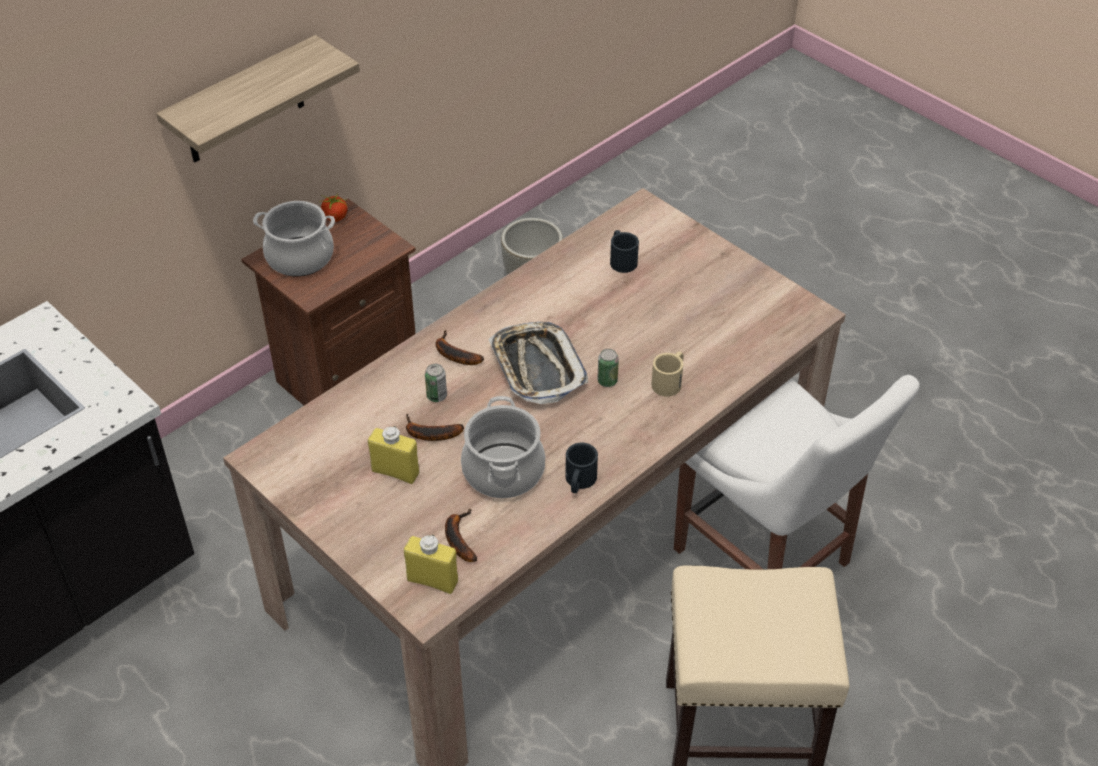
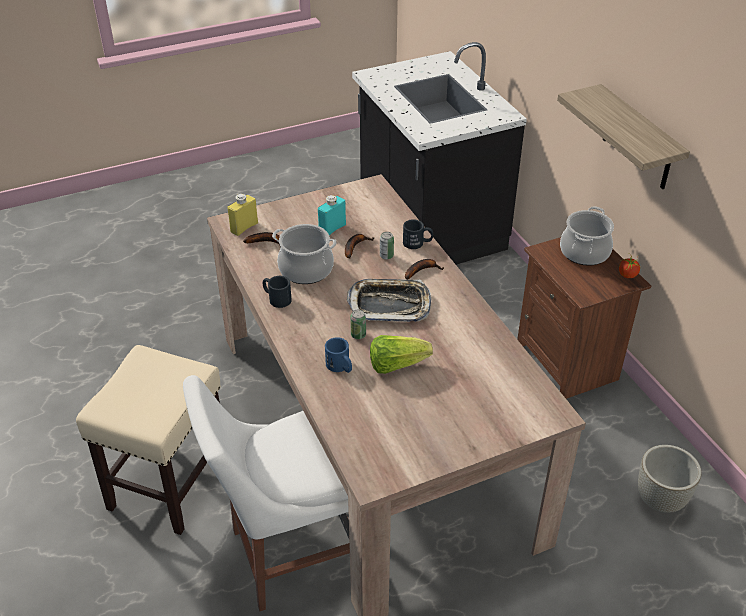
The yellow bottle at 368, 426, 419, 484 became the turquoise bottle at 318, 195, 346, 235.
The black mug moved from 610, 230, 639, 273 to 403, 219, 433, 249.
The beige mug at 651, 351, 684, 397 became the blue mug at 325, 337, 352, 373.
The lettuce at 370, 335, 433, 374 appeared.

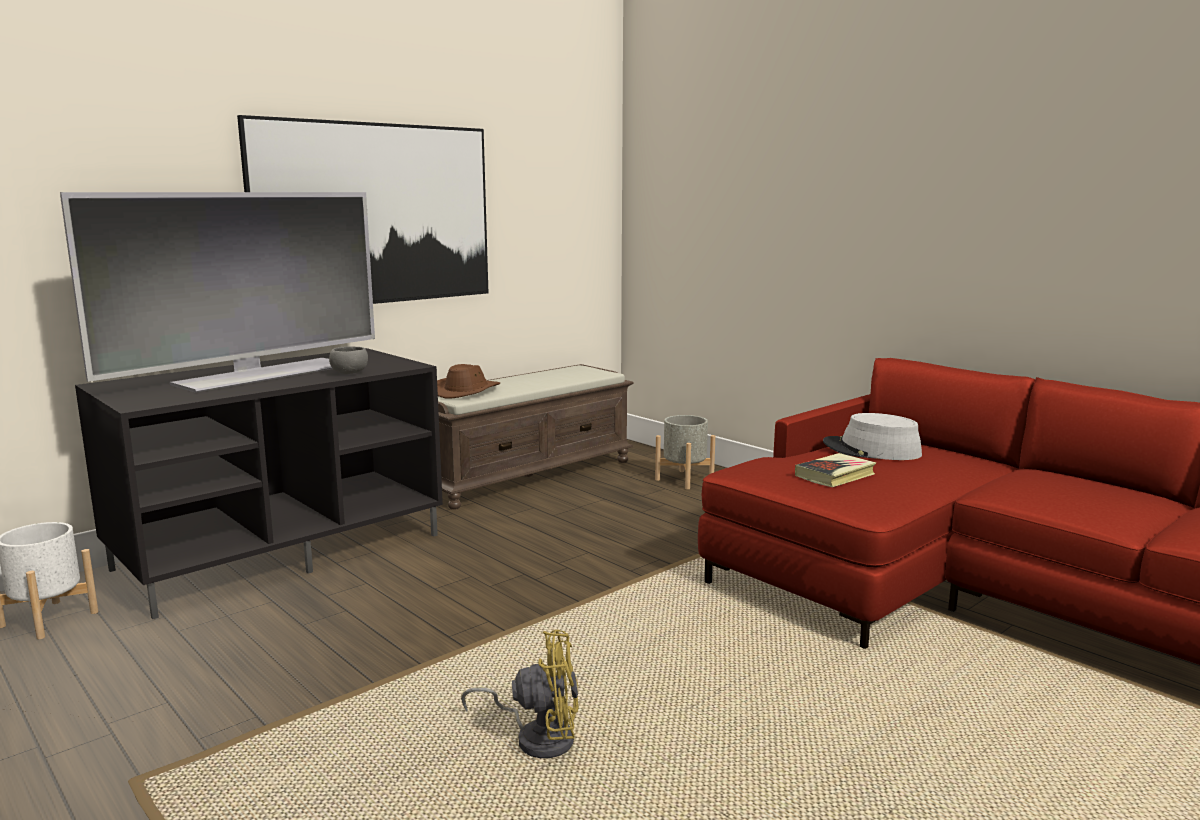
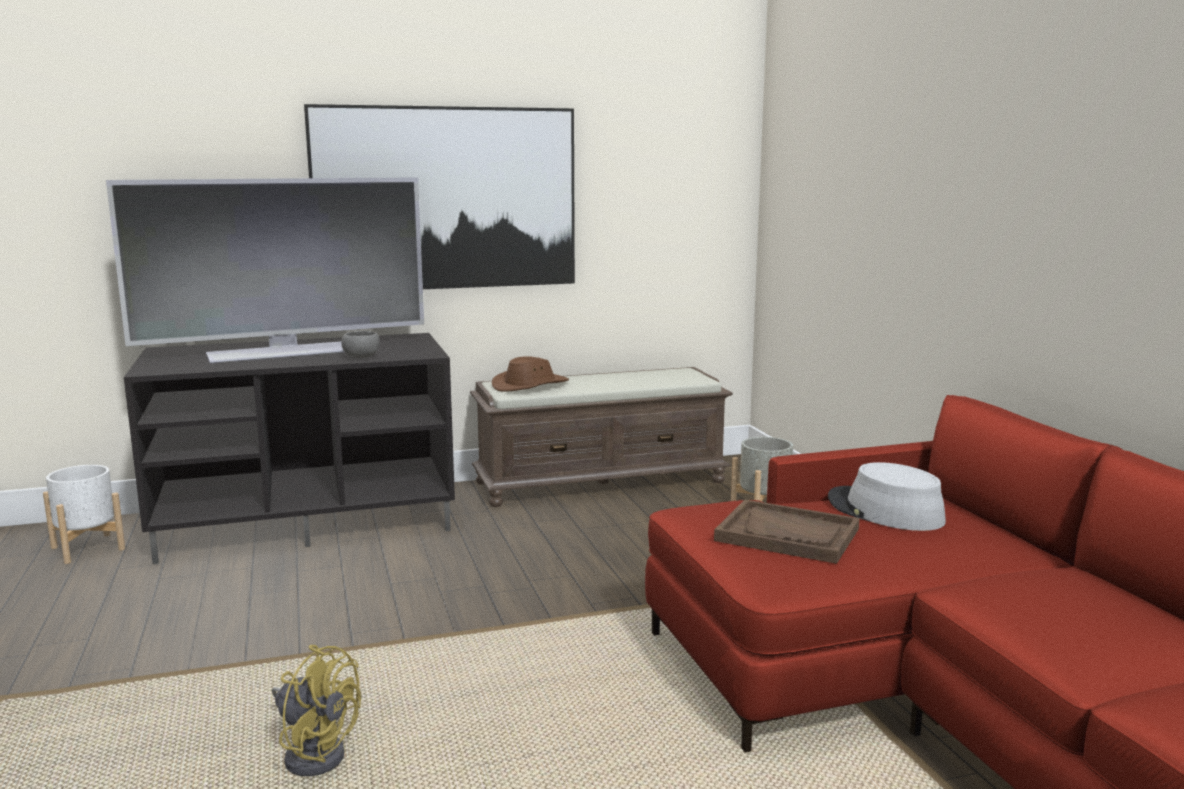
The book at 795, 453, 876, 487 was replaced by the brown tray at 714, 500, 860, 564.

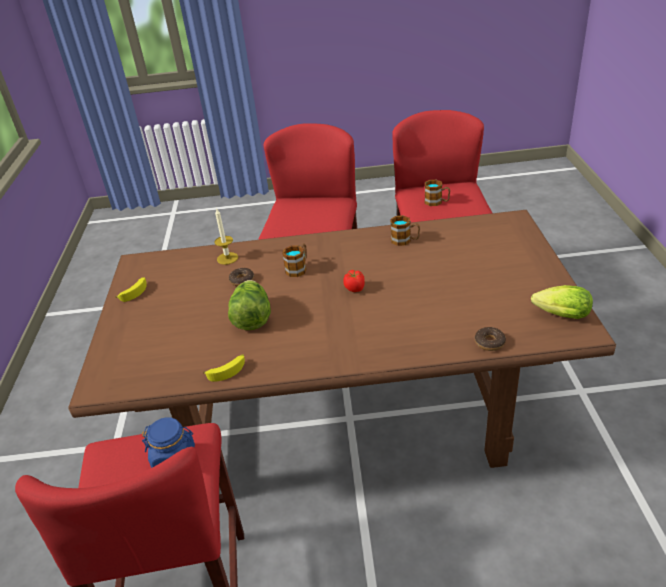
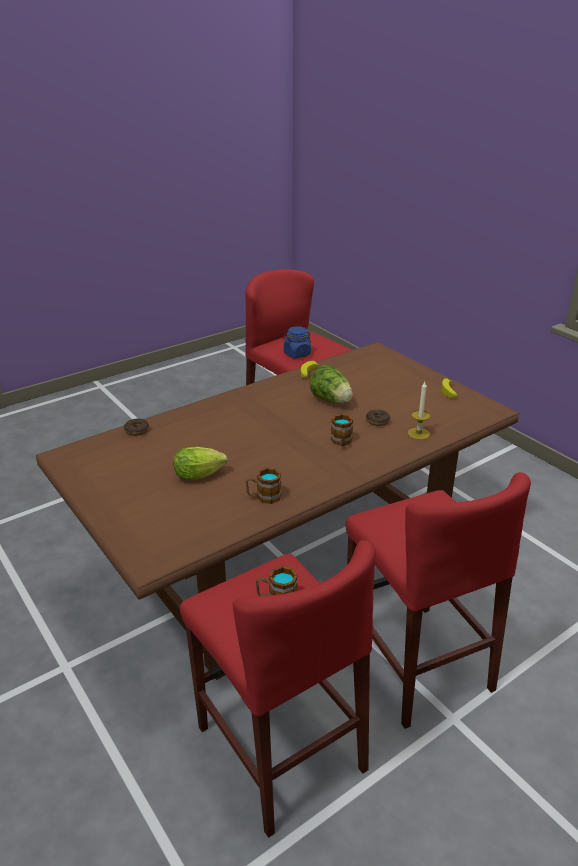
The tomato at 344, 270, 365, 292 disappeared.
The lettuce moved from 531, 285, 593, 319 to 173, 447, 228, 480.

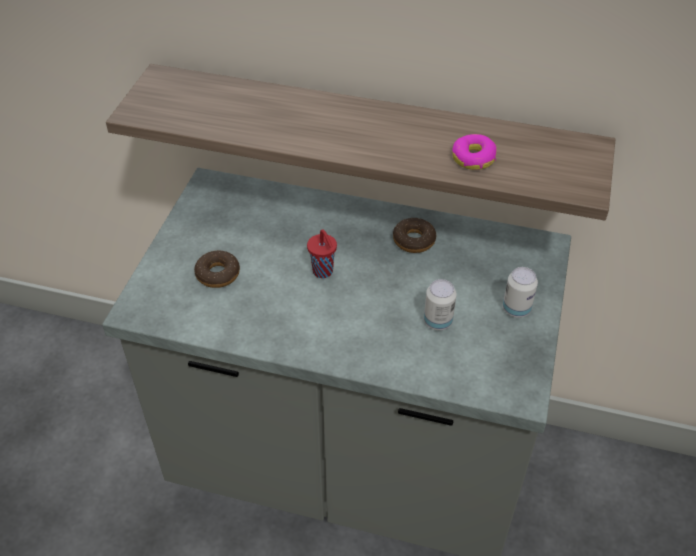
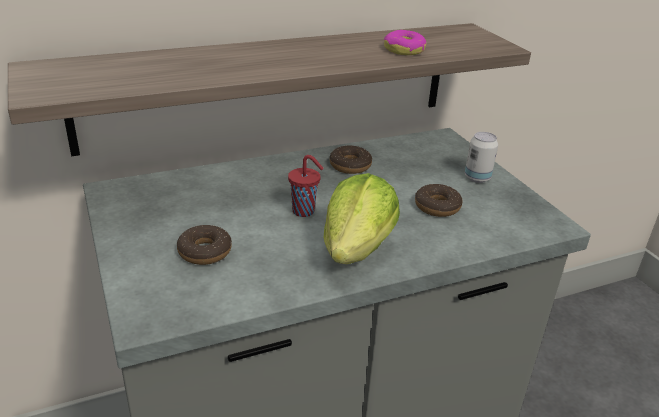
The can at 424, 279, 457, 330 was replaced by the donut at 415, 184, 463, 217.
The lettuce at 324, 173, 400, 264 appeared.

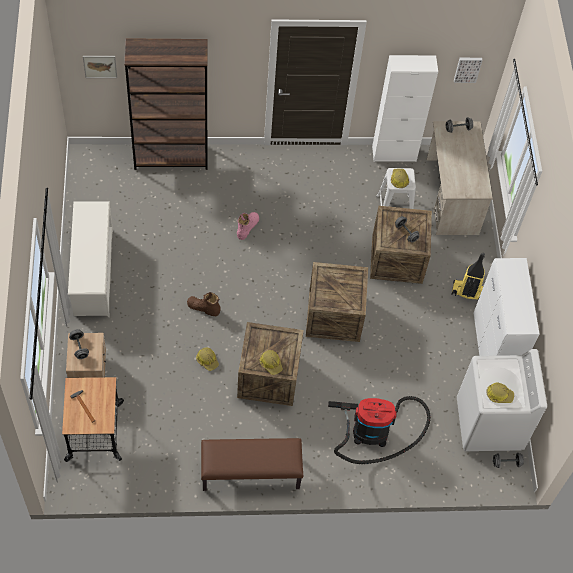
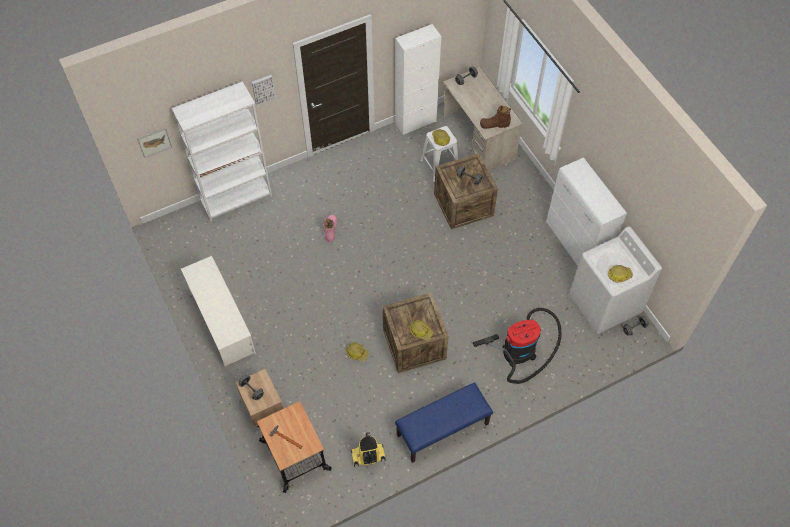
The brown bookcase at 124, 38, 208, 170 became the white bookcase at 172, 81, 272, 222.
The brown boot moved from 187, 292, 221, 316 to 480, 106, 511, 129.
The brown bench at 201, 438, 303, 491 became the blue bench at 395, 382, 493, 463.
The crate at 306, 262, 368, 342 disappeared.
The vacuum cleaner moved from 452, 253, 485, 300 to 351, 432, 385, 467.
The picture moved from 454, 58, 482, 83 to 252, 75, 276, 105.

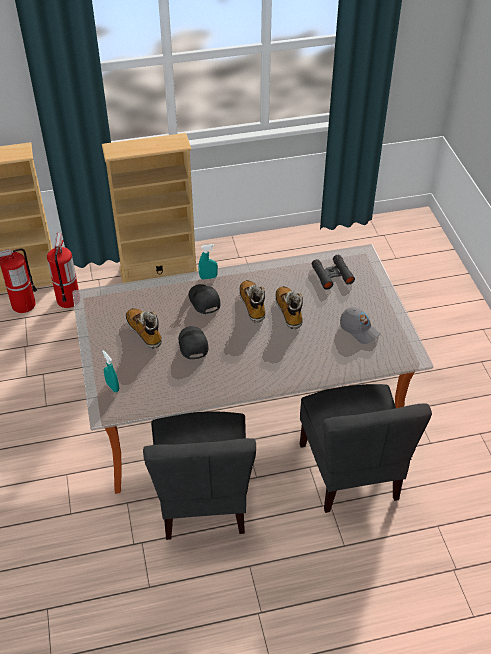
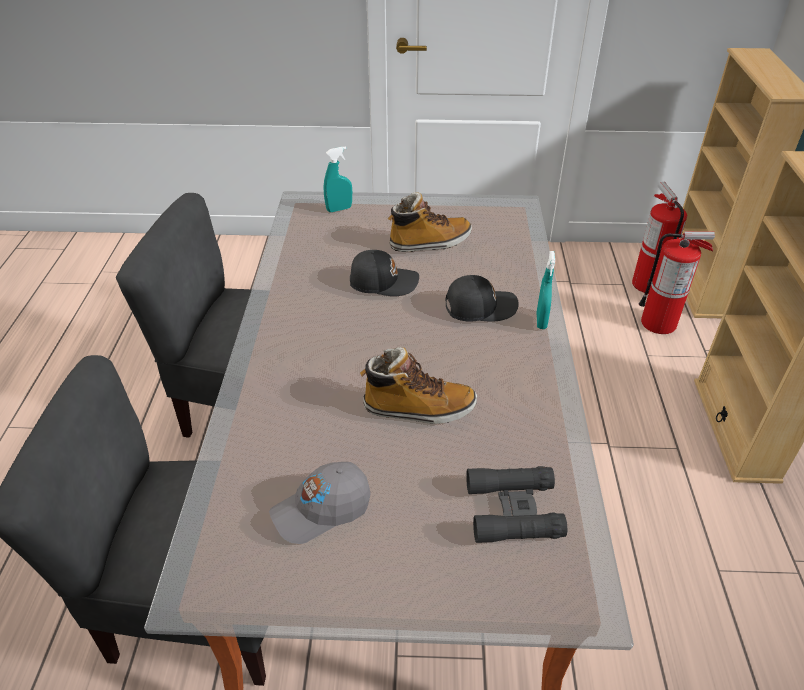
The boot at 239, 280, 265, 323 disappeared.

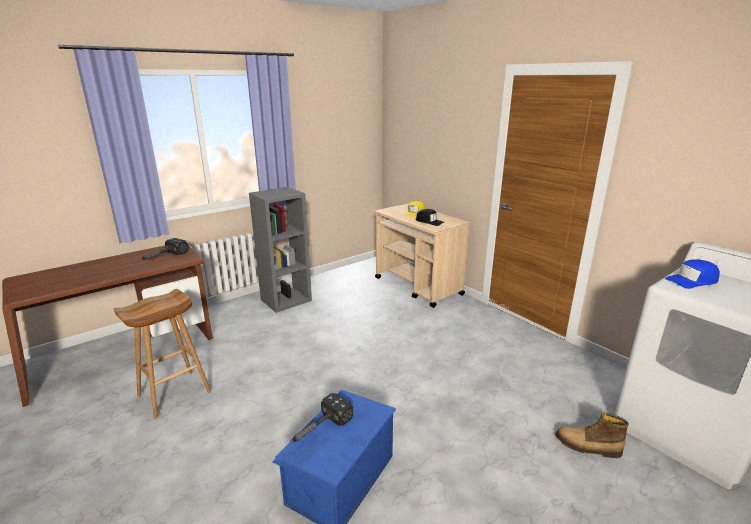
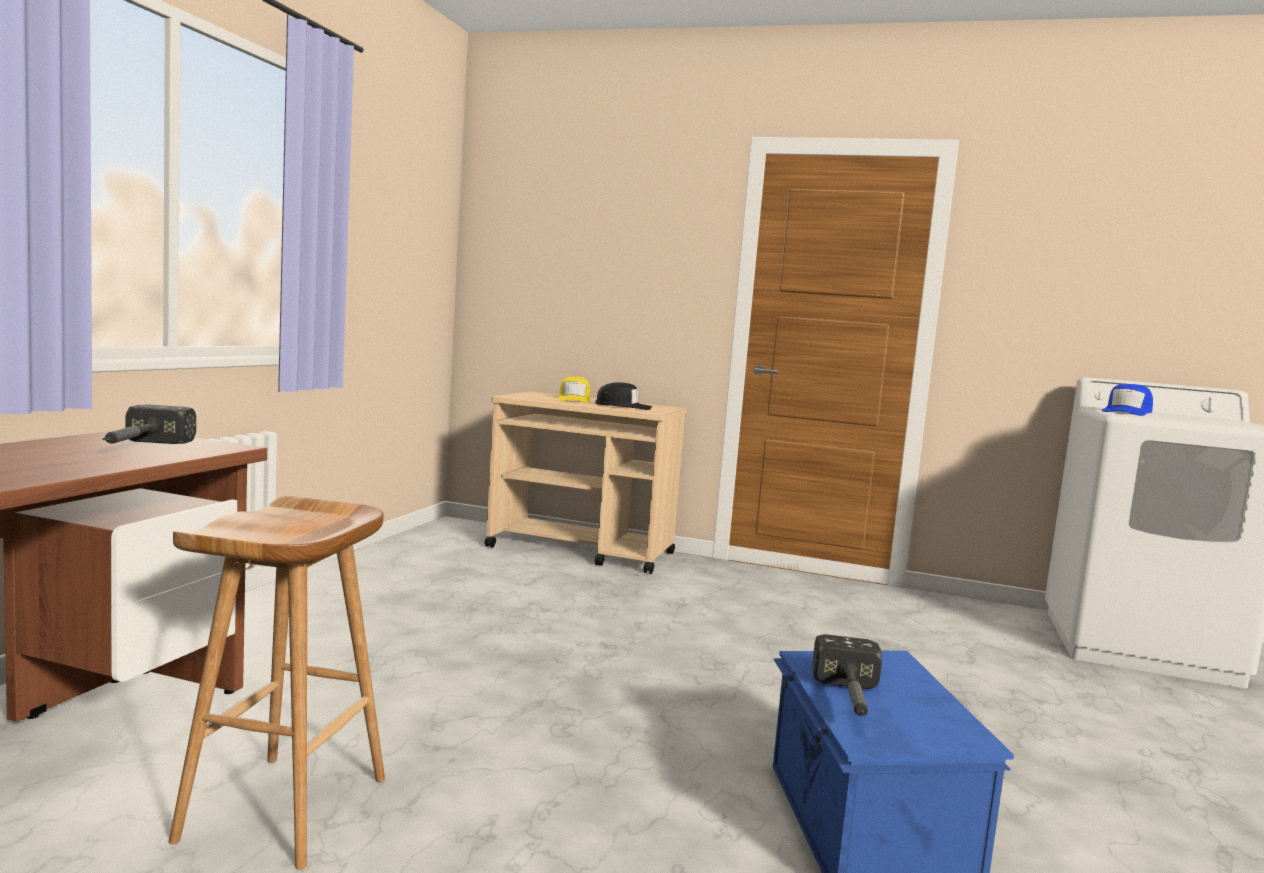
The grey bookcase at 249, 187, 312, 313 disappeared.
The boot at 555, 413, 629, 458 disappeared.

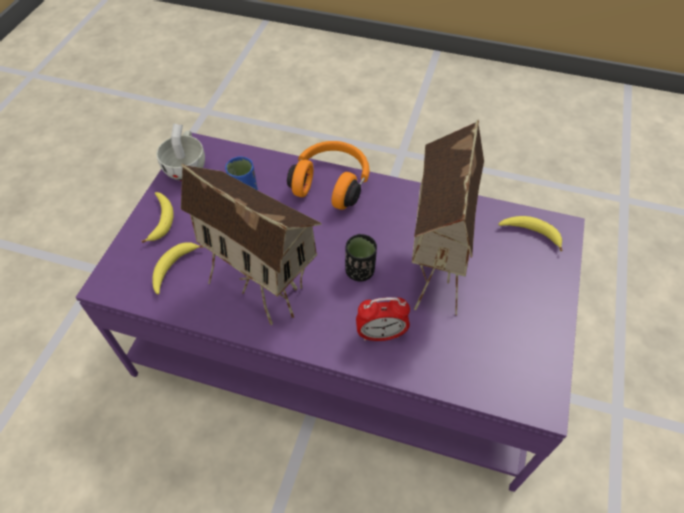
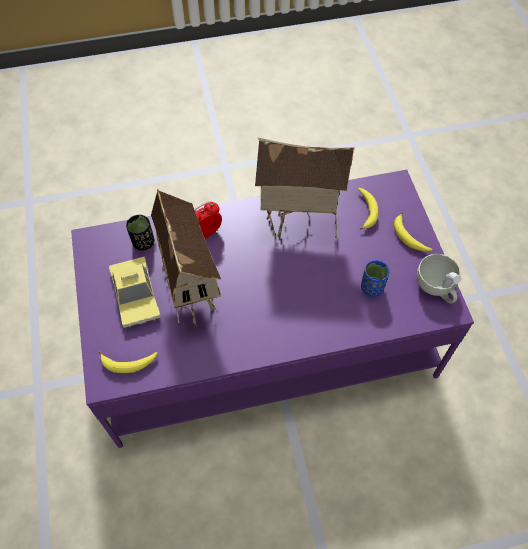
The orange headphones at 287, 141, 370, 210 disappeared.
The black cup moved from 345, 234, 377, 282 to 126, 215, 154, 251.
The toy car at 109, 256, 161, 328 appeared.

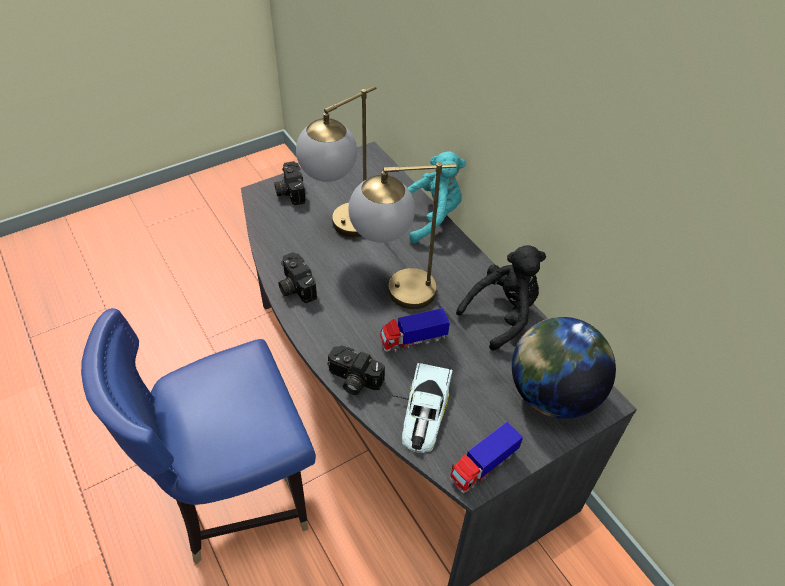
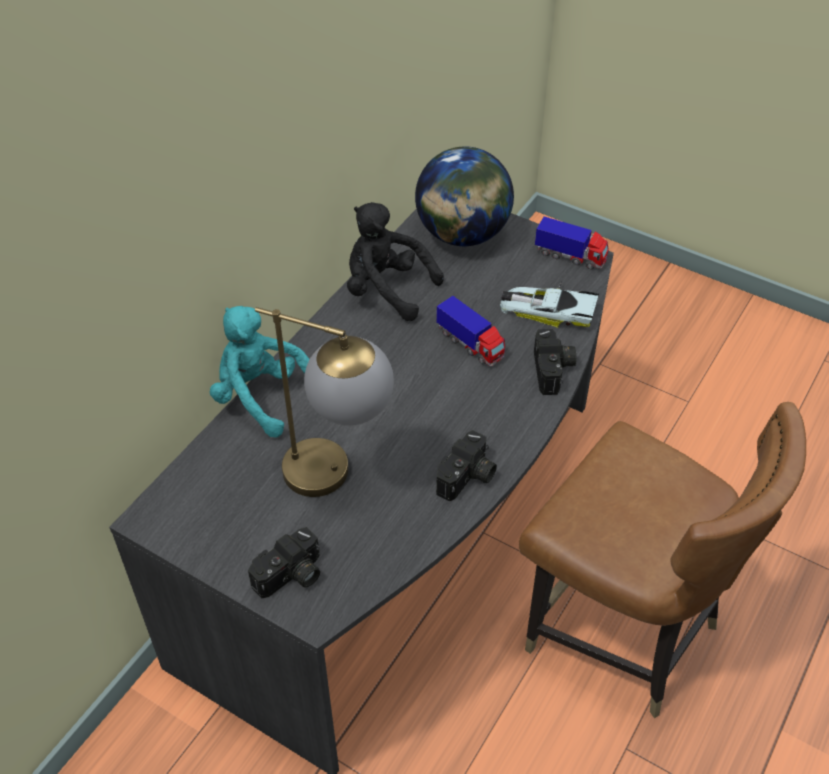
The blue chair at 81, 308, 316, 565 became the brown chair at 519, 402, 806, 718.
The table lamp at 349, 162, 457, 309 disappeared.
The toy car at 392, 363, 453, 453 turned 150 degrees counterclockwise.

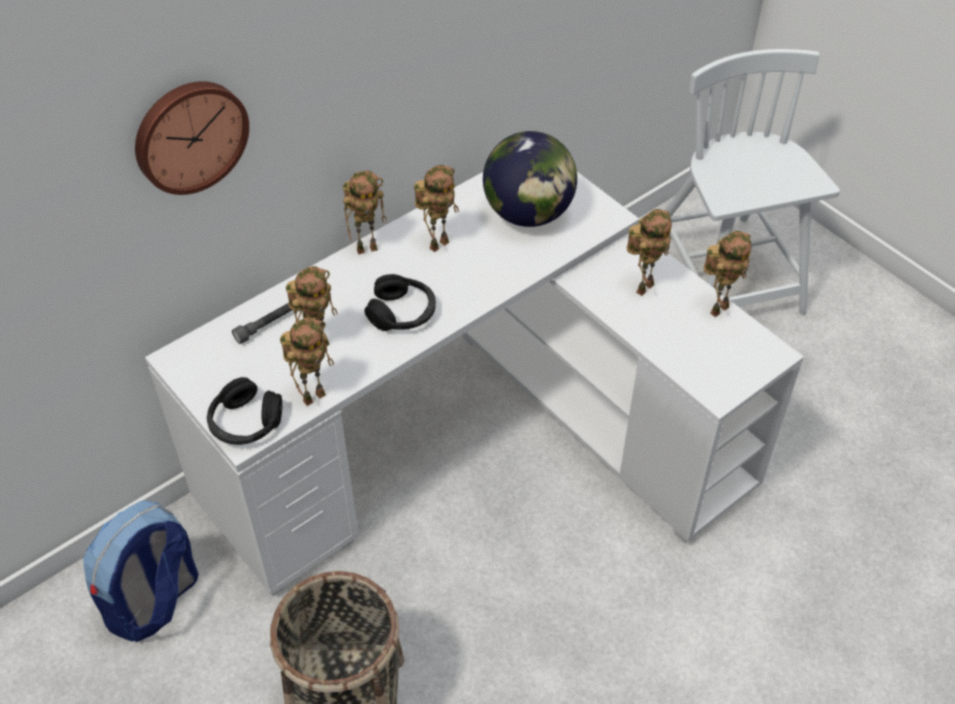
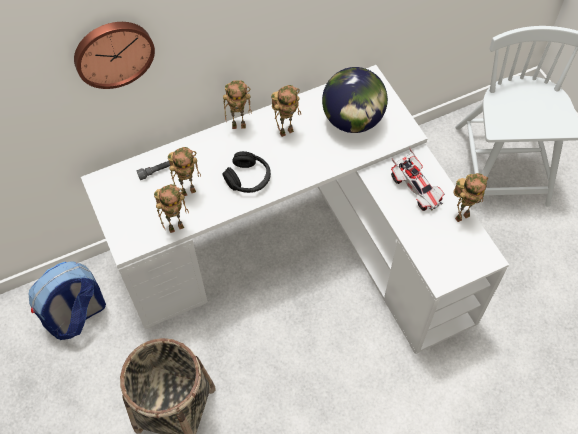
The black headphones at 207, 377, 282, 445 disappeared.
The toy robot at 627, 209, 672, 296 was replaced by the toy car at 391, 148, 444, 211.

